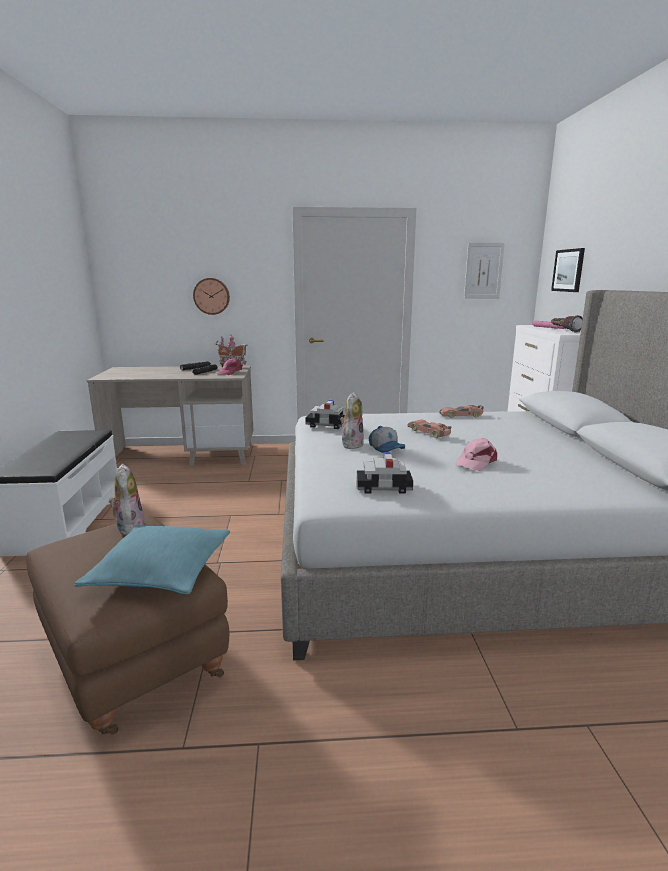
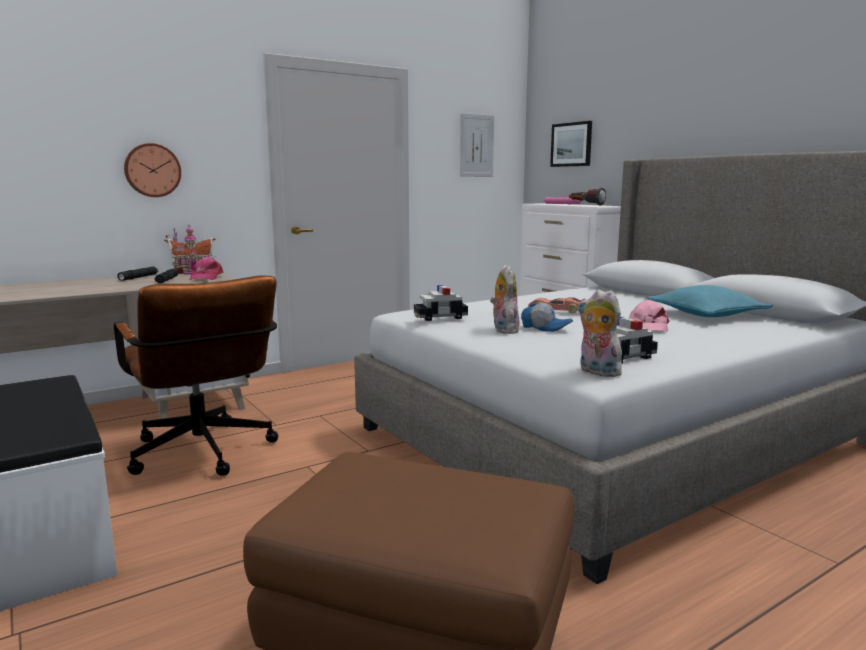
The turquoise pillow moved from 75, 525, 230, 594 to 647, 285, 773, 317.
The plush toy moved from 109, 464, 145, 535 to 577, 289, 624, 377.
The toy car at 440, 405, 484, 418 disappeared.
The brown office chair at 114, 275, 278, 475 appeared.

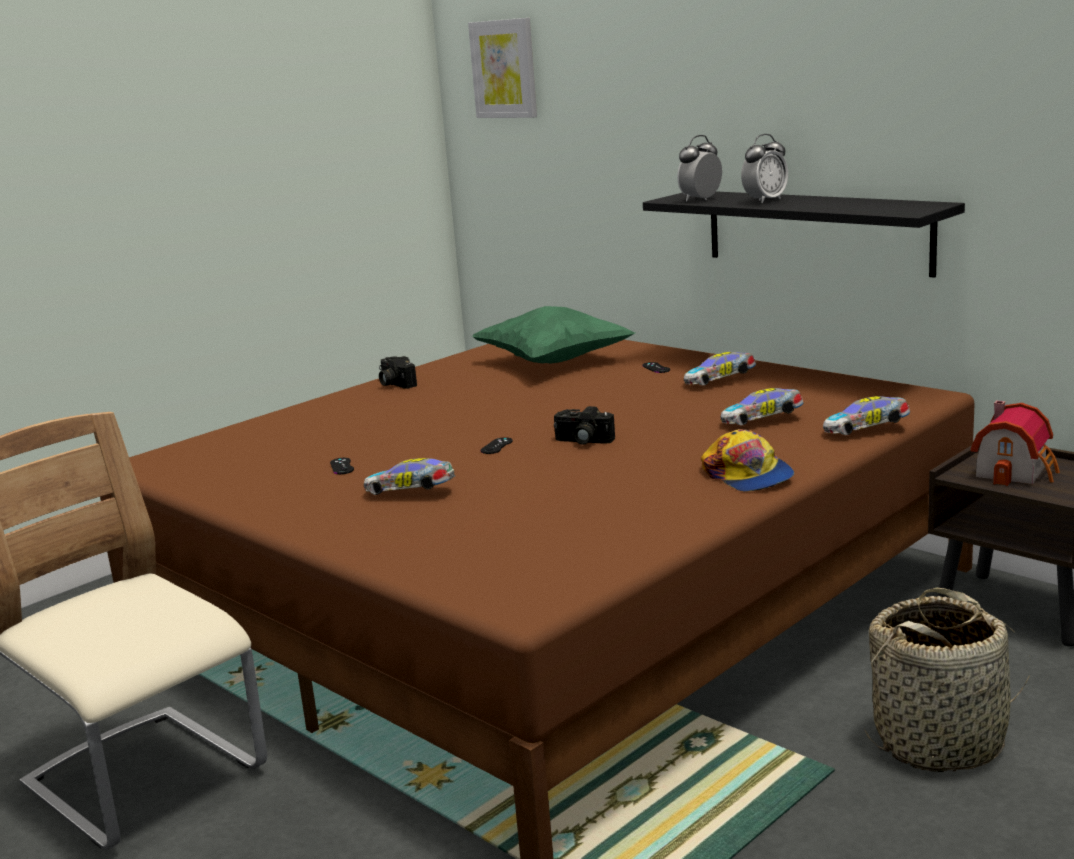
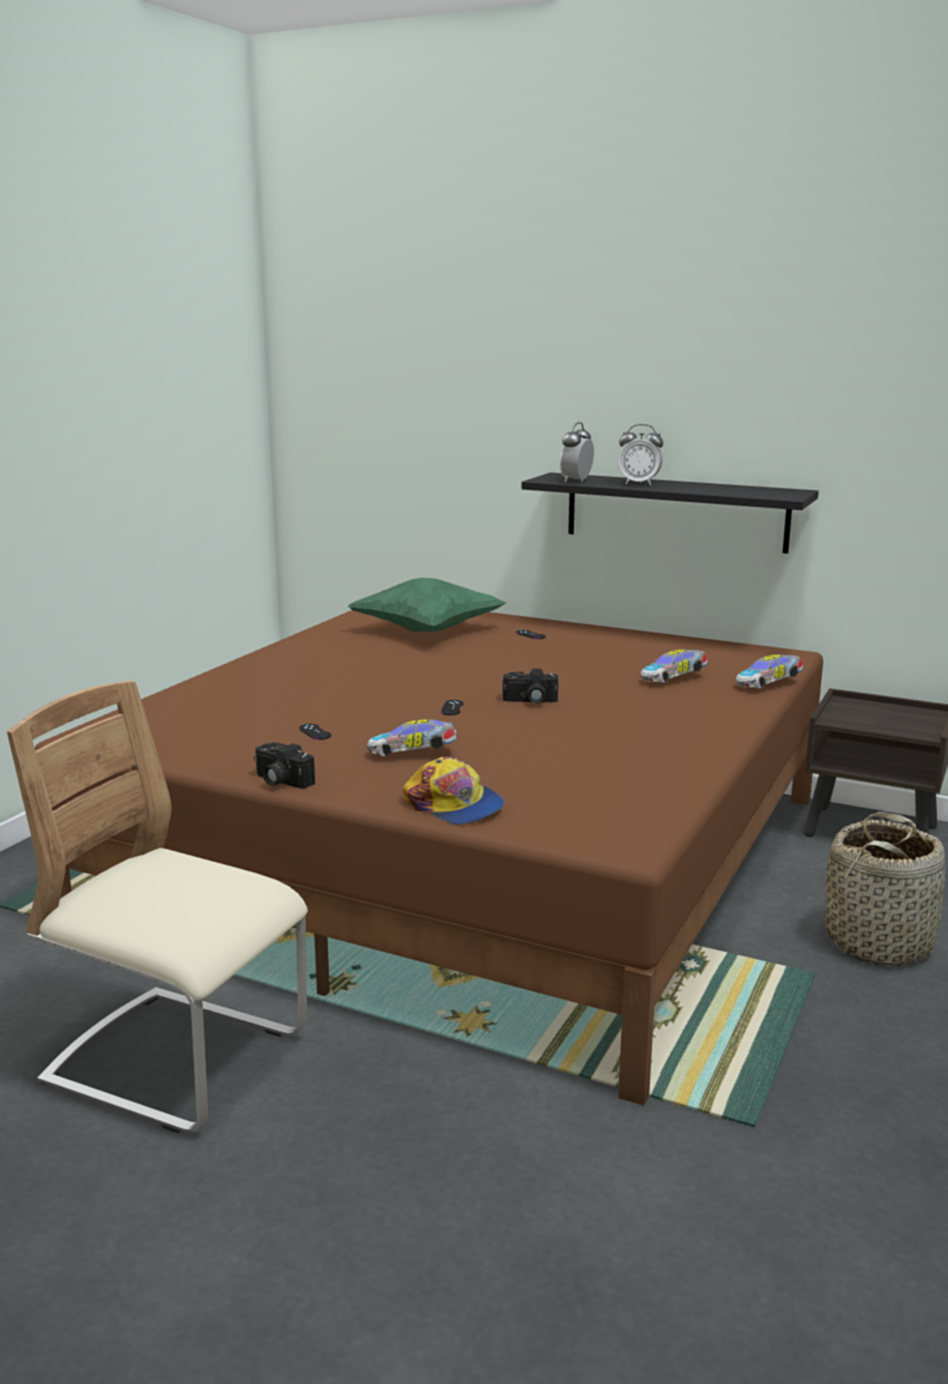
The photo camera moved from 379, 356, 417, 389 to 254, 742, 315, 789.
The picture at 468, 18, 537, 118 disappeared.
The toy car at 684, 352, 756, 386 disappeared.
The cap moved from 701, 429, 794, 492 to 403, 757, 504, 825.
The alarm clock at 741, 134, 788, 203 turned 75 degrees clockwise.
The toy house at 971, 400, 1060, 486 disappeared.

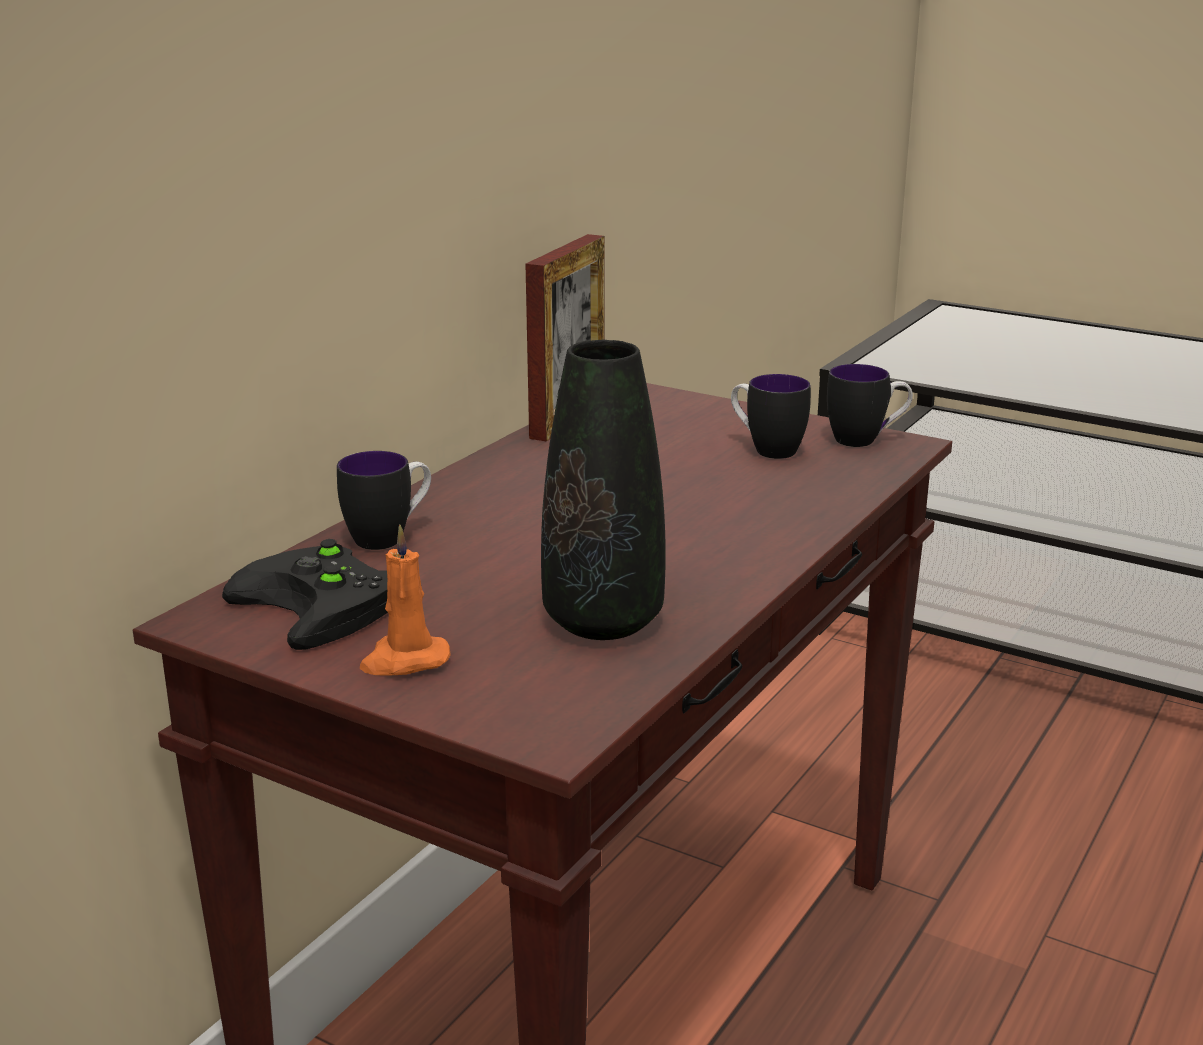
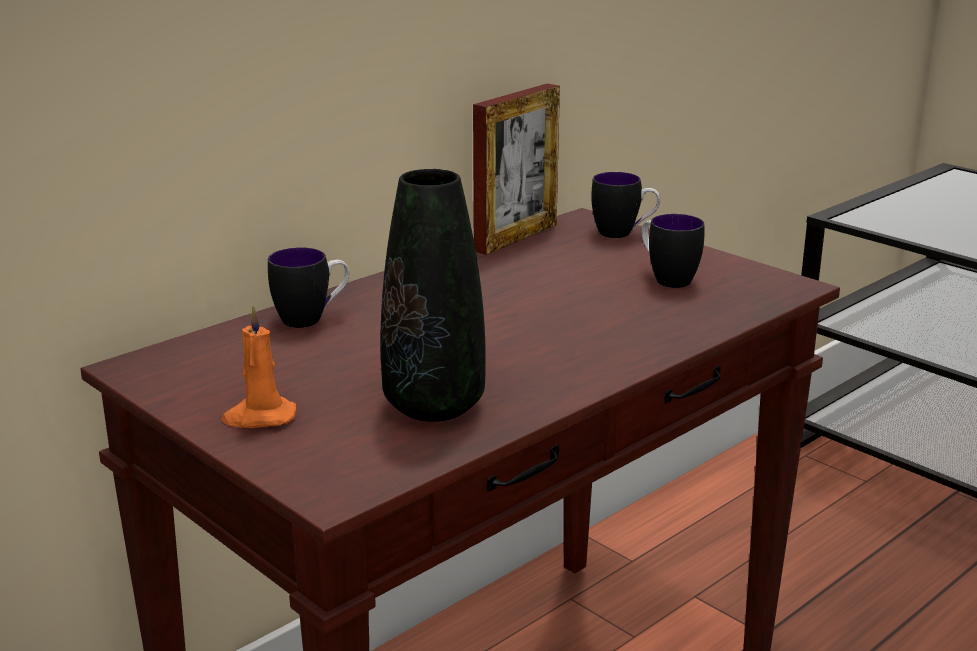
The black game controller at 222, 539, 388, 650 disappeared.
The mug moved from 827, 364, 913, 447 to 591, 172, 660, 238.

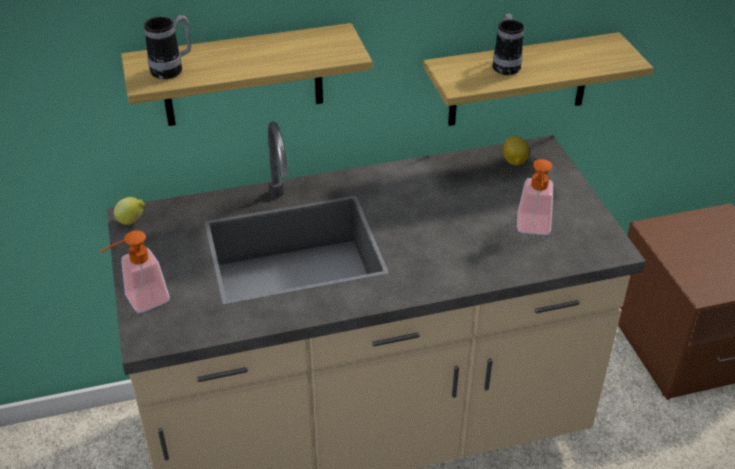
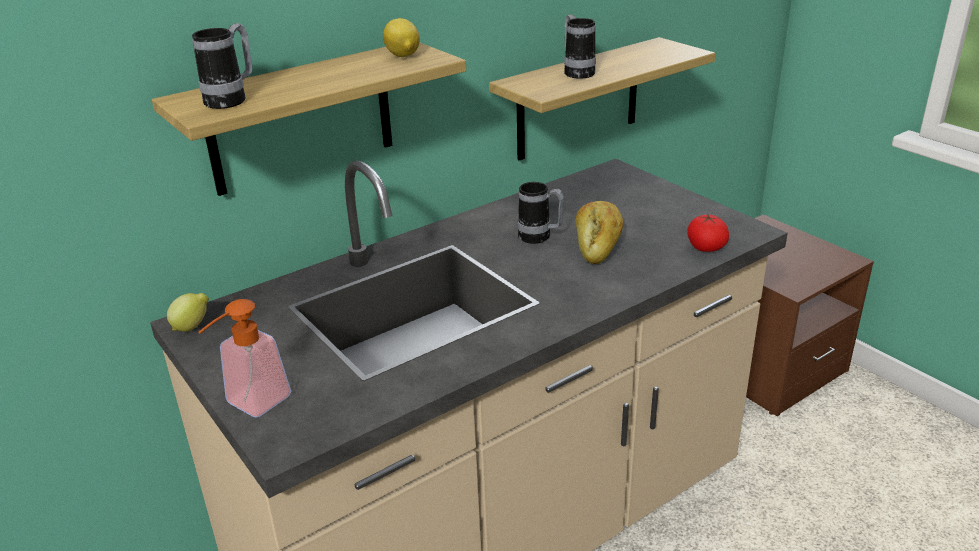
The lemon moved from 503, 136, 529, 165 to 383, 18, 420, 57.
The soap dispenser at 517, 159, 553, 235 disappeared.
The mug at 517, 182, 564, 244 appeared.
The bread at 575, 201, 624, 264 appeared.
The tomato at 687, 214, 729, 252 appeared.

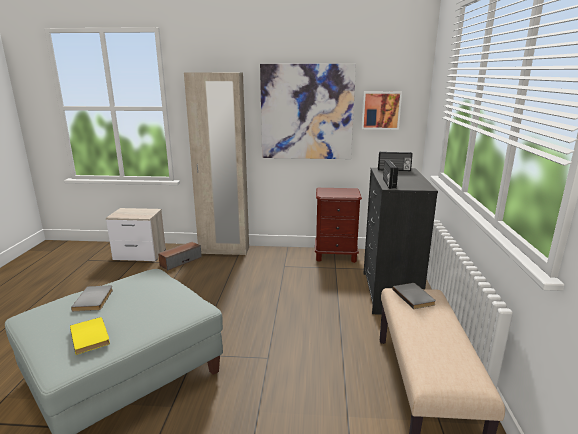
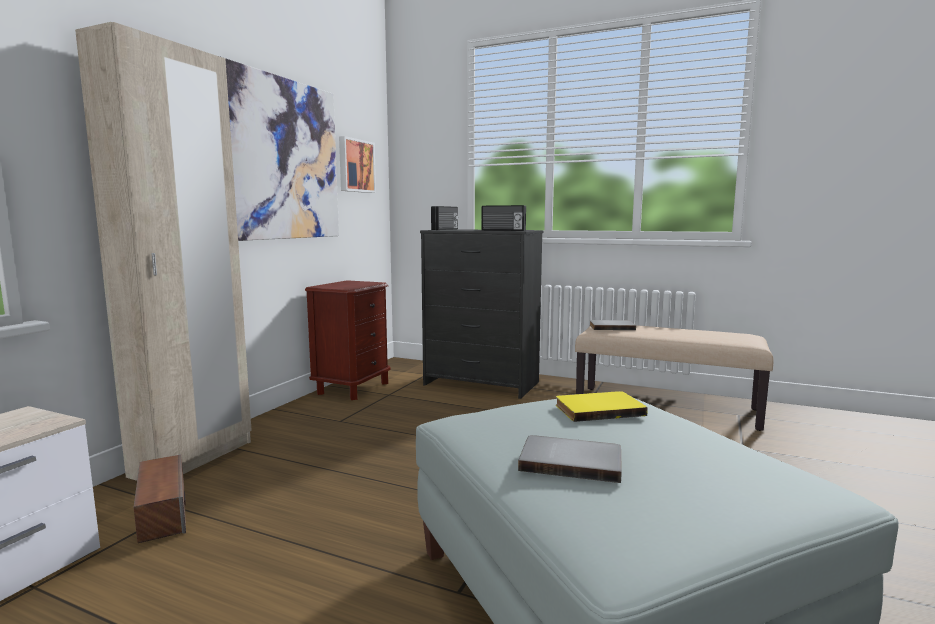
The yellow book moved from 70, 317, 110, 355 to 556, 391, 648, 422.

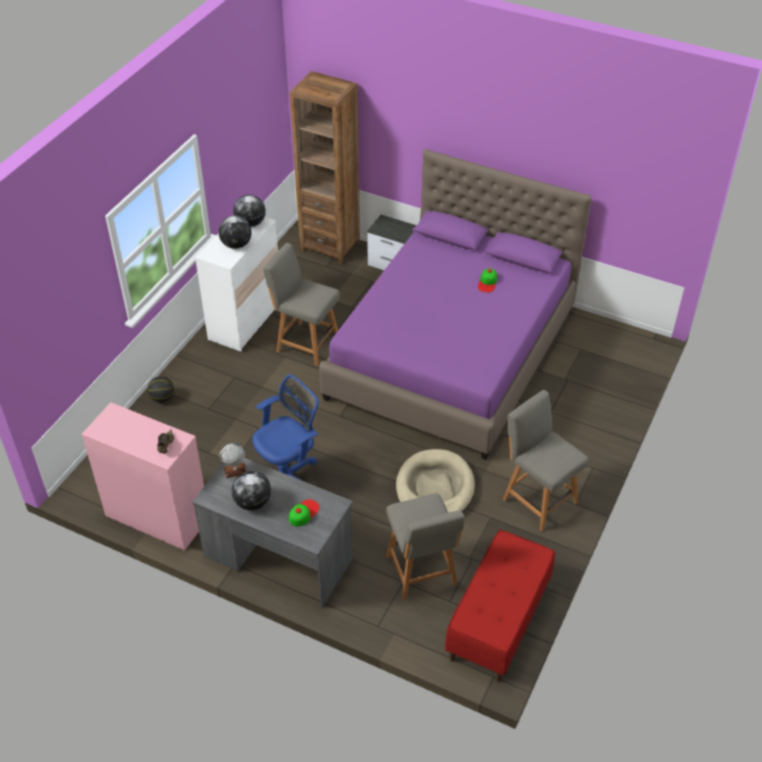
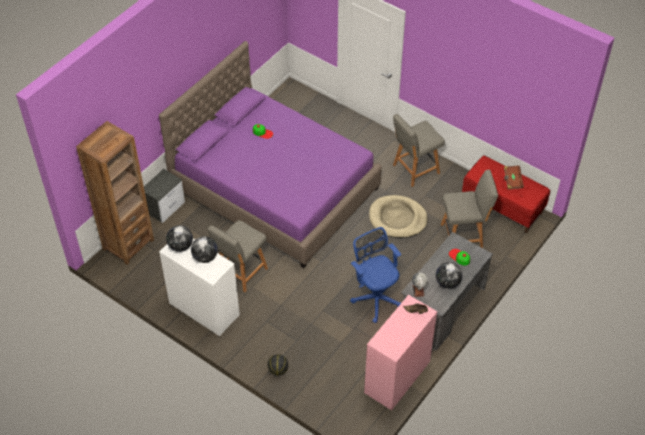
The brown book at 504, 165, 524, 190 appeared.

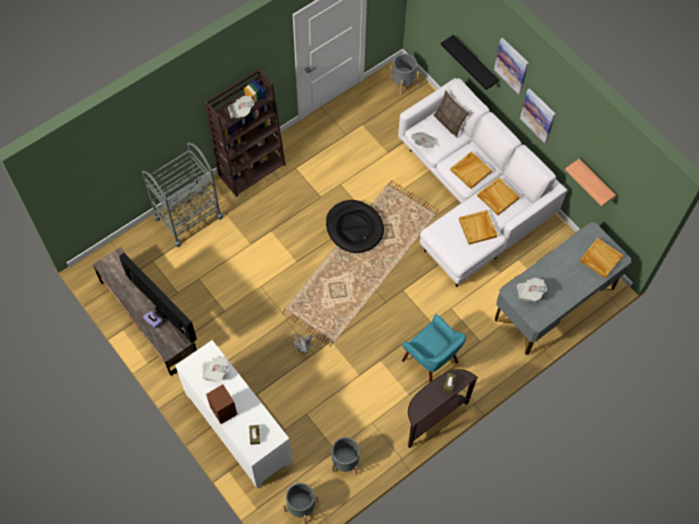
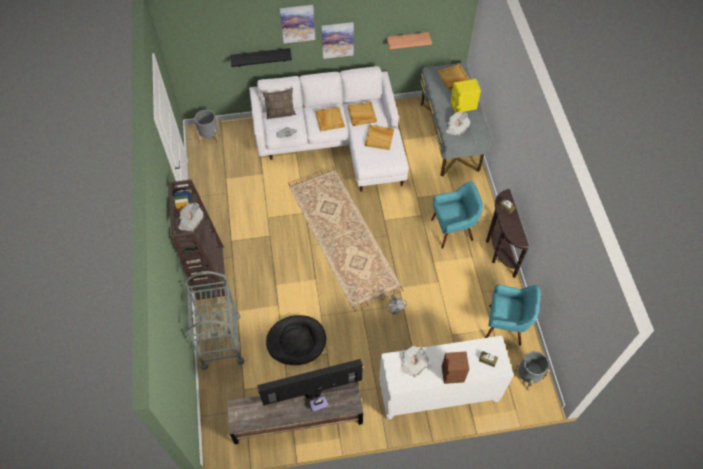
The black dog bed moved from 326, 200, 384, 253 to 266, 315, 326, 365.
The grey planter at 331, 437, 360, 475 was replaced by the turquoise armchair at 485, 285, 541, 346.
The yellow speaker at 451, 79, 481, 113 appeared.

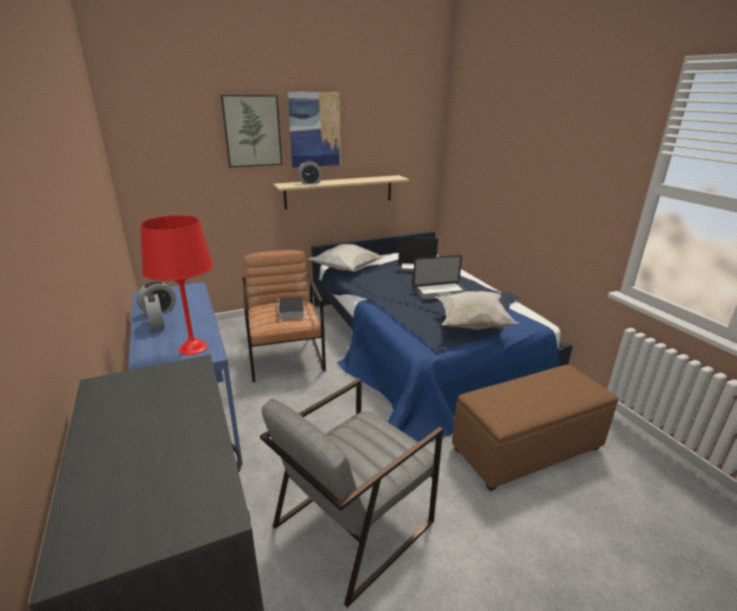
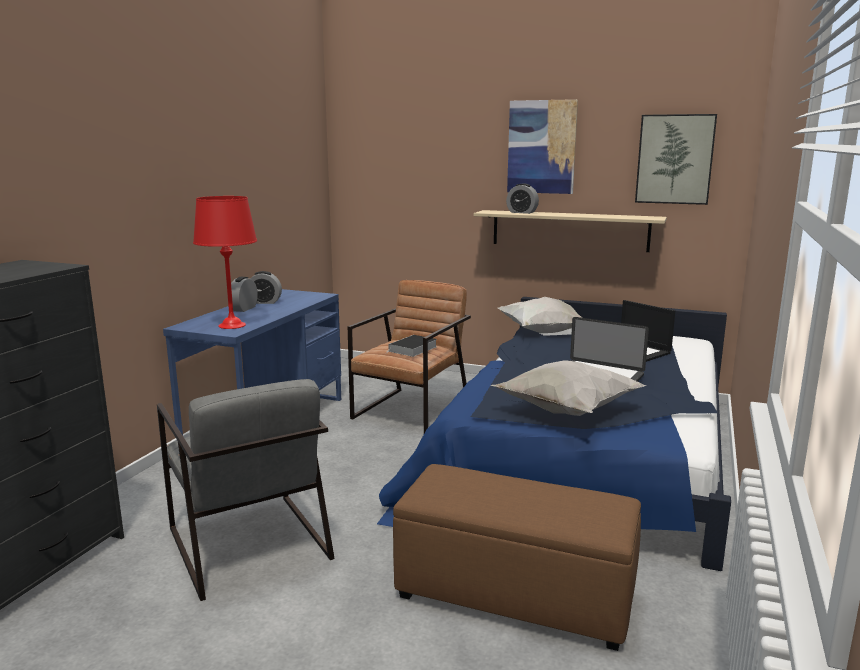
The picture moved from 221, 95, 282, 167 to 635, 114, 717, 205.
The grey armchair at 260, 379, 443, 608 turned 120 degrees counterclockwise.

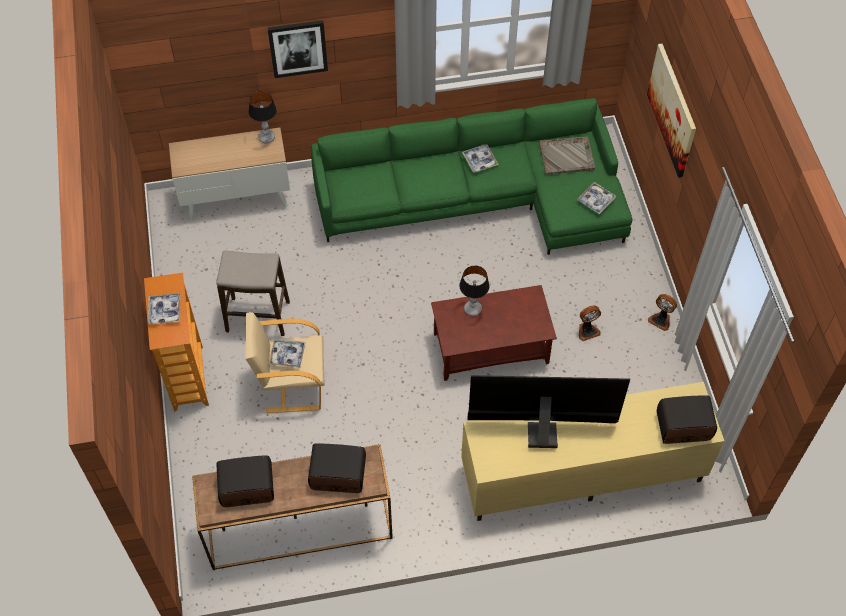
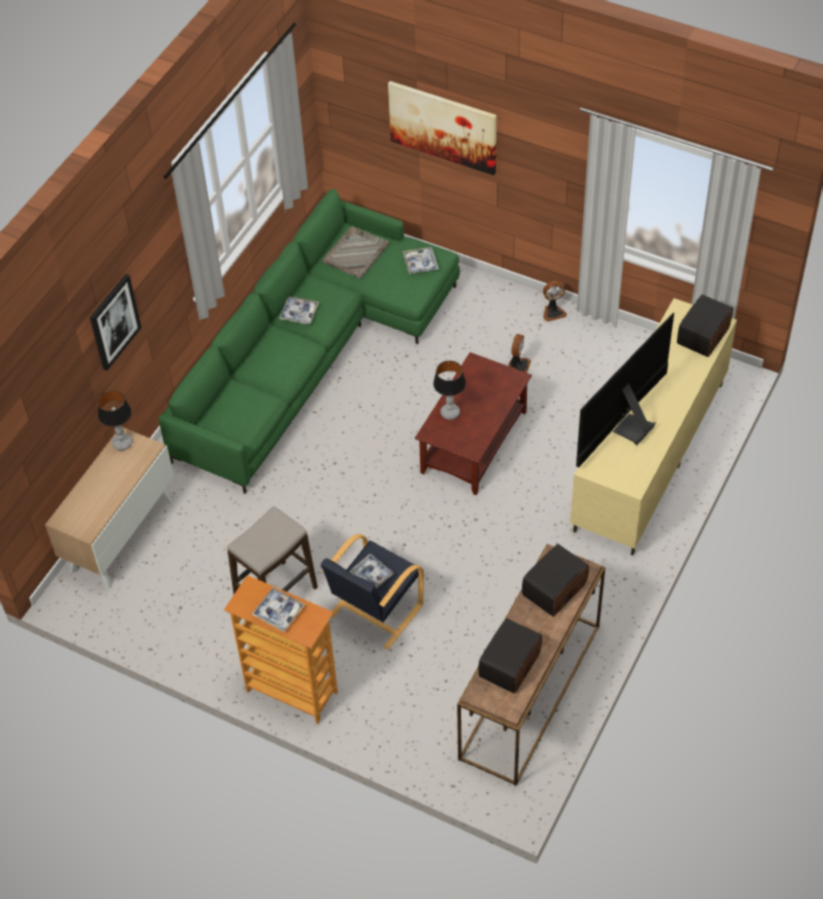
The beige armchair at 245, 312, 325, 413 became the black armchair at 321, 534, 424, 649.

